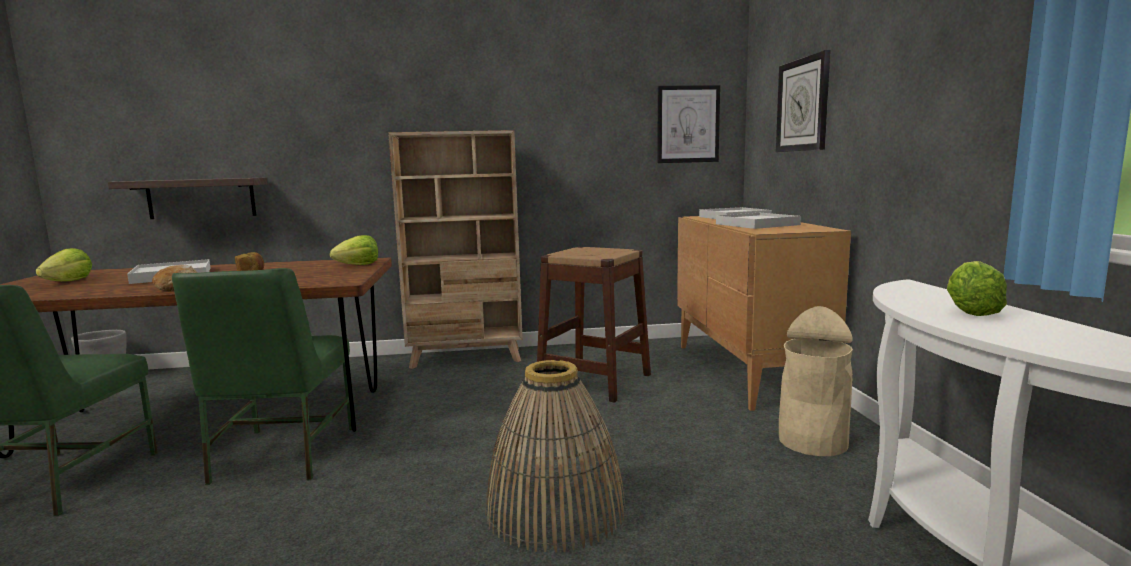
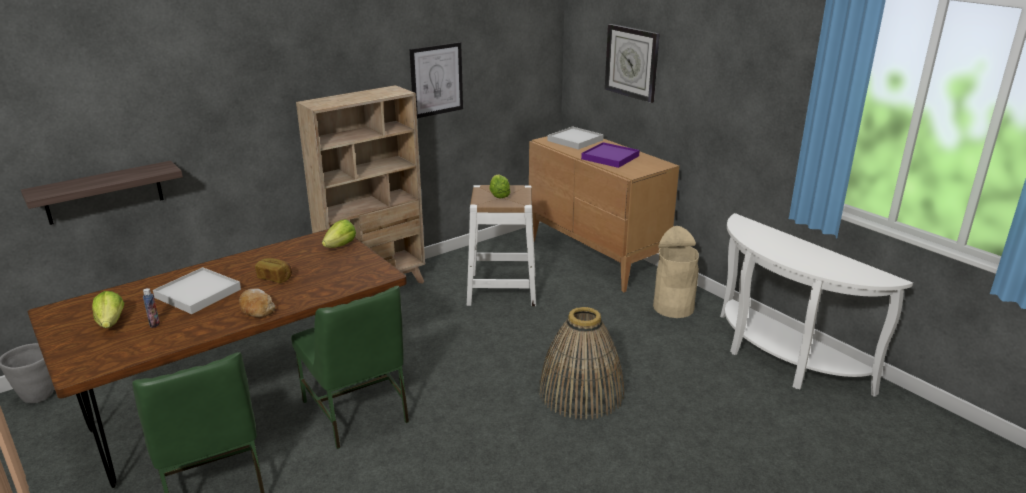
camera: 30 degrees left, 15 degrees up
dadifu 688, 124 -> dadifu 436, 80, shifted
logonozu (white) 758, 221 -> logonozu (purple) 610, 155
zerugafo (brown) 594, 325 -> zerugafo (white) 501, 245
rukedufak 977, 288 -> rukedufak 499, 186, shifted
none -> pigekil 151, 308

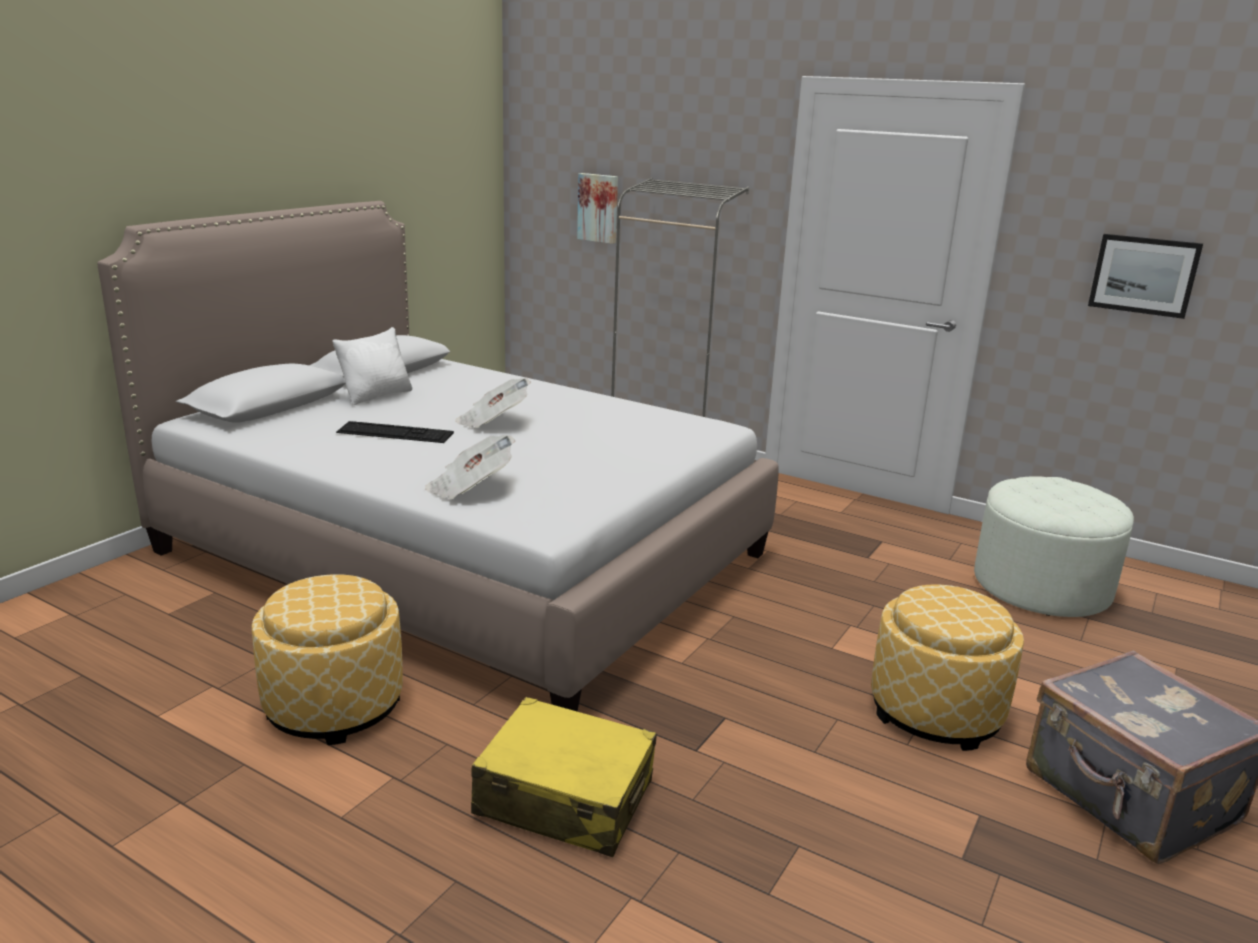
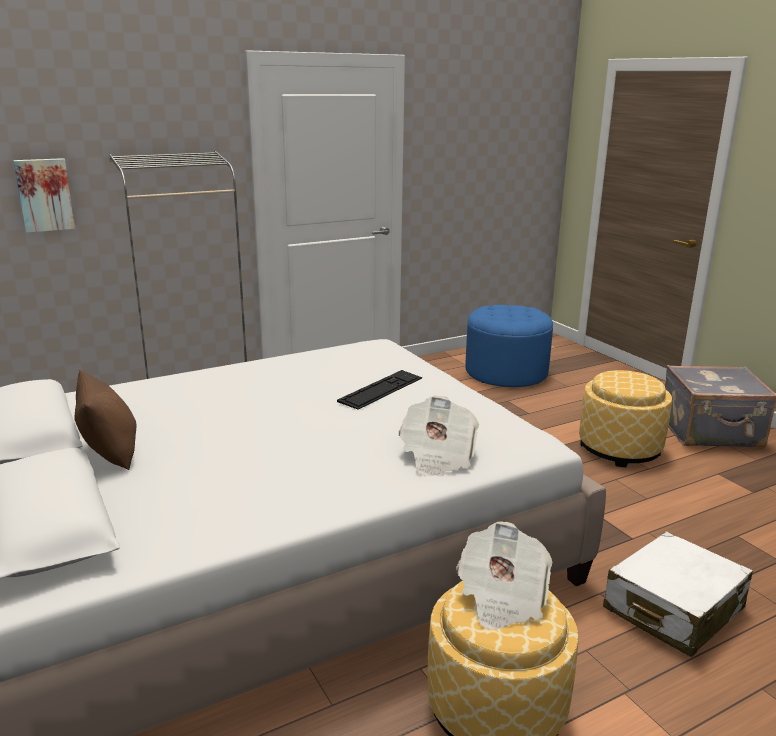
camera: 60 degrees left, 0 degrees up
dadifu 1145, 276 -> none
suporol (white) 372, 366 -> suporol (brown) 105, 420
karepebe 493, 403 -> karepebe 504, 576, shifted
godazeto 395, 432 -> godazeto 379, 390, shifted
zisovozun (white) 1054, 546 -> zisovozun (blue) 509, 346
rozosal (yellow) 563, 777 -> rozosal (white) 678, 594

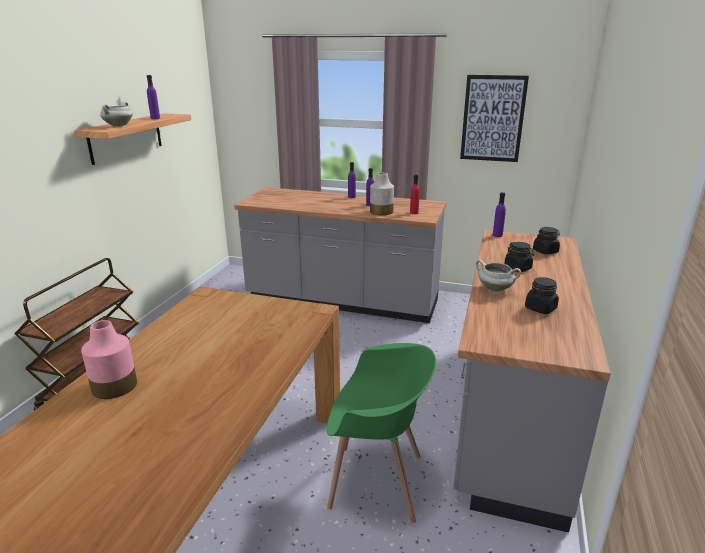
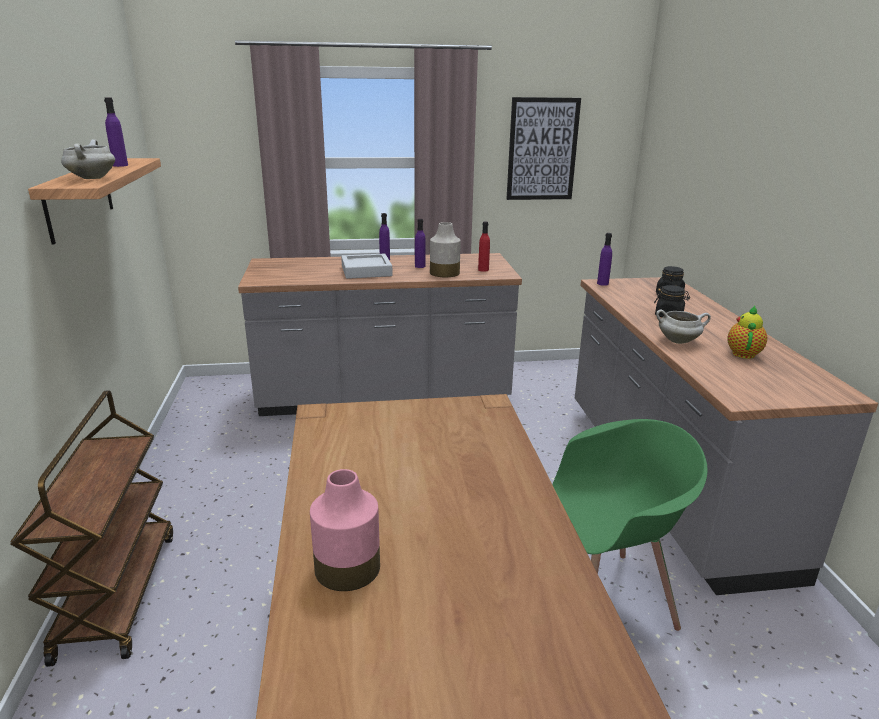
camera: 25 degrees left, 0 degrees up
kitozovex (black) 542, 295 -> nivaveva 747, 332
none -> logonozu (grey) 366, 266

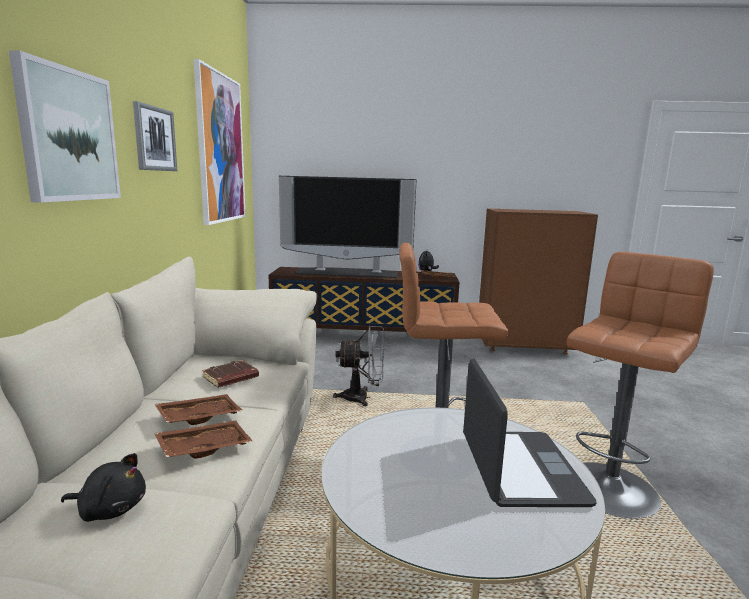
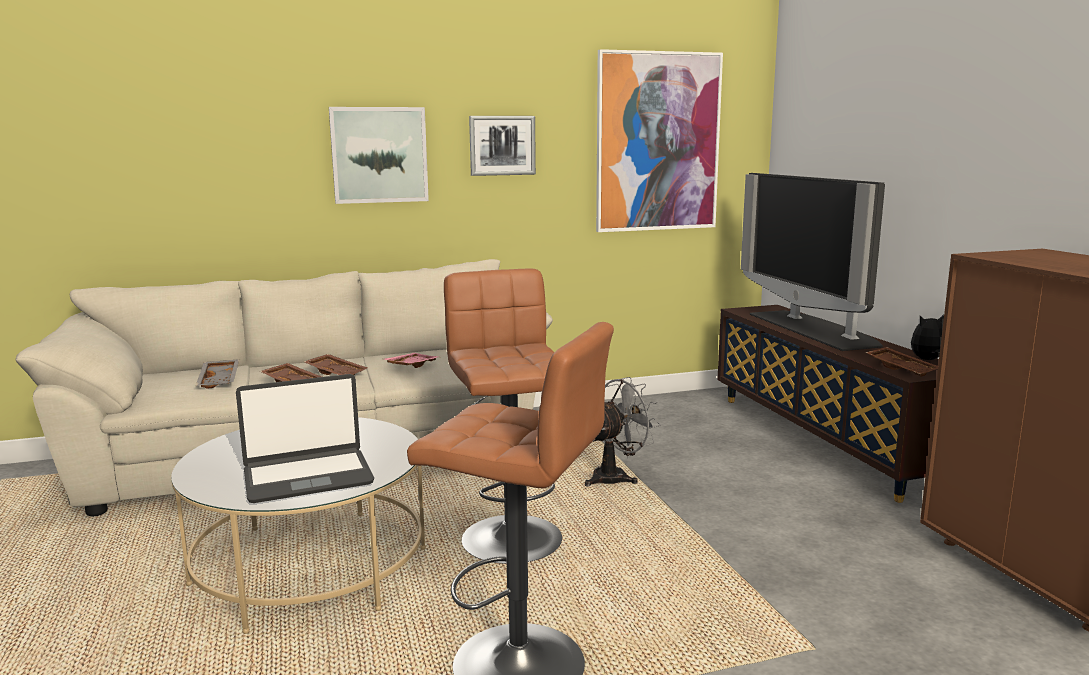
camera: 70 degrees right, 0 degrees up
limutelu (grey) 358, 366 -> limutelu (grey) 623, 432, 105 degrees counterclockwise
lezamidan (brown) 230, 374 -> logonozu (pink) 411, 360
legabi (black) 103, 487 -> logonozu (grey) 217, 374

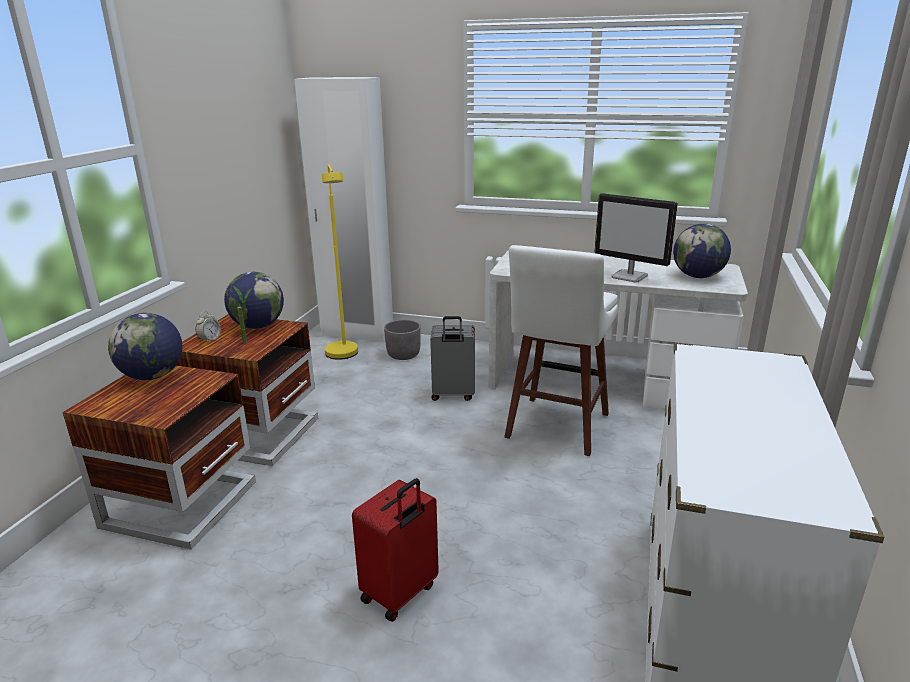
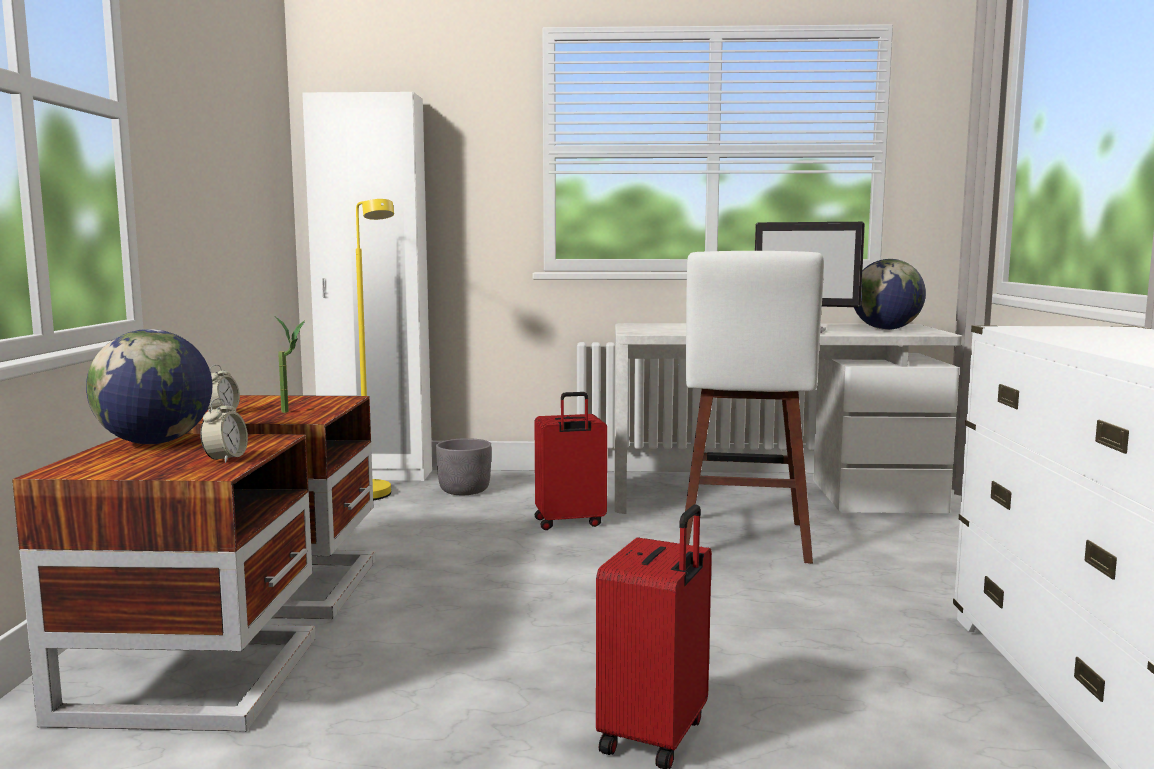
camera: 15 degrees left, 15 degrees down
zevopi 254, 300 -> none
rozosal (grey) 452, 358 -> rozosal (red) 570, 461
none -> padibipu 224, 430

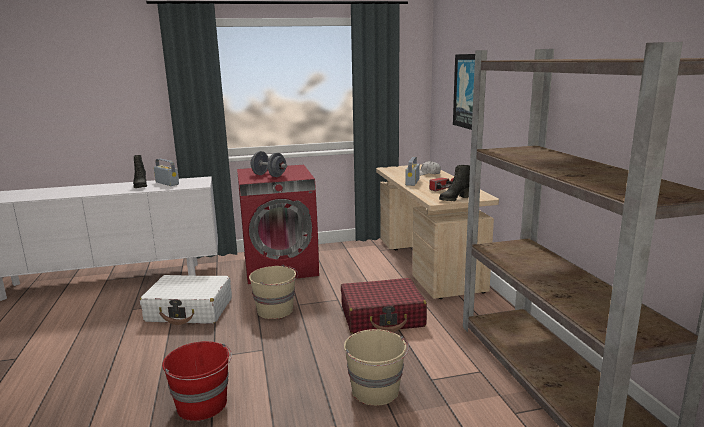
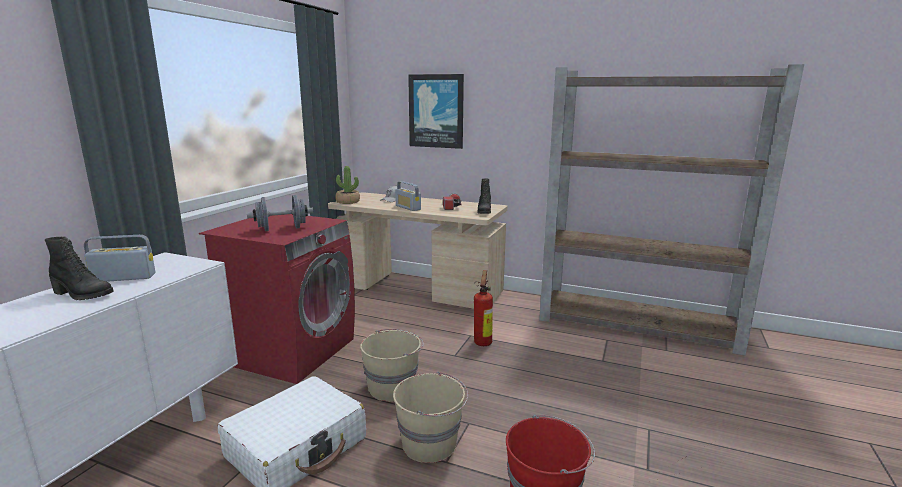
camera: 55 degrees left, 0 degrees up
rozosal (red) 384, 306 -> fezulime 483, 308
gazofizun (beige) 376, 367 -> gazofizun (beige) 430, 417, shifted
none -> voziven 347, 185

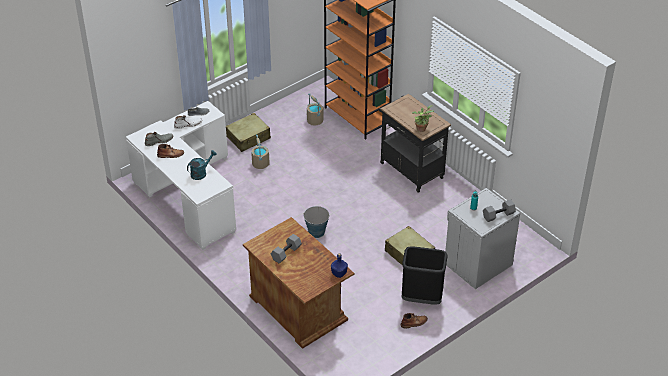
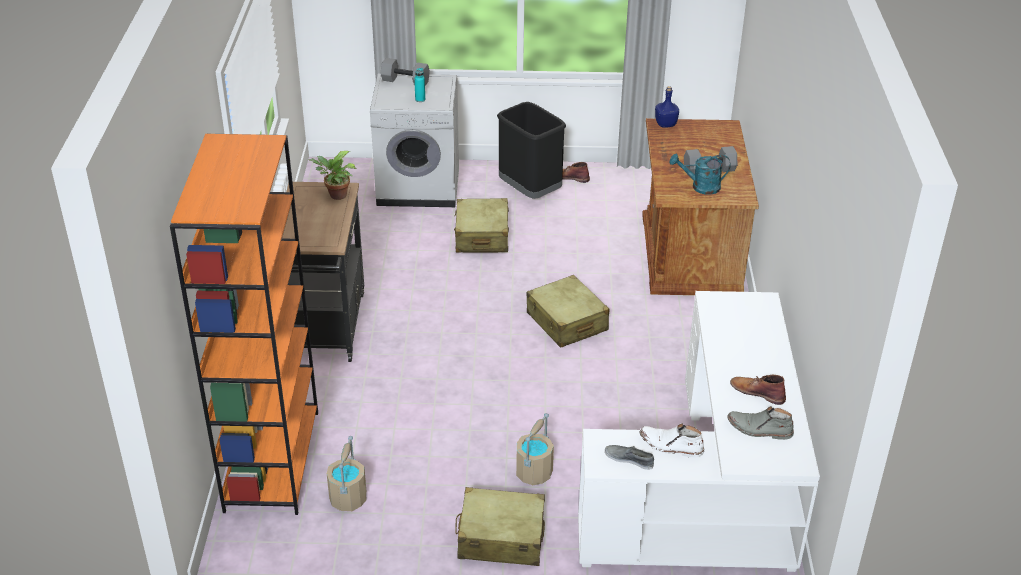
camera: 140 degrees left, 5 degrees down
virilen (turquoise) 202, 165 -> virilen (turquoise) 700, 174, shifted
gazofizun 317, 222 -> rozosal (beige) 568, 311

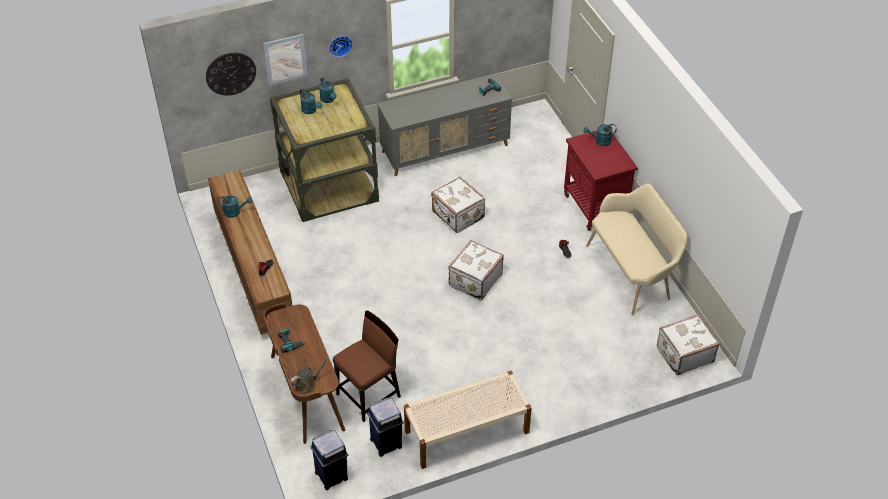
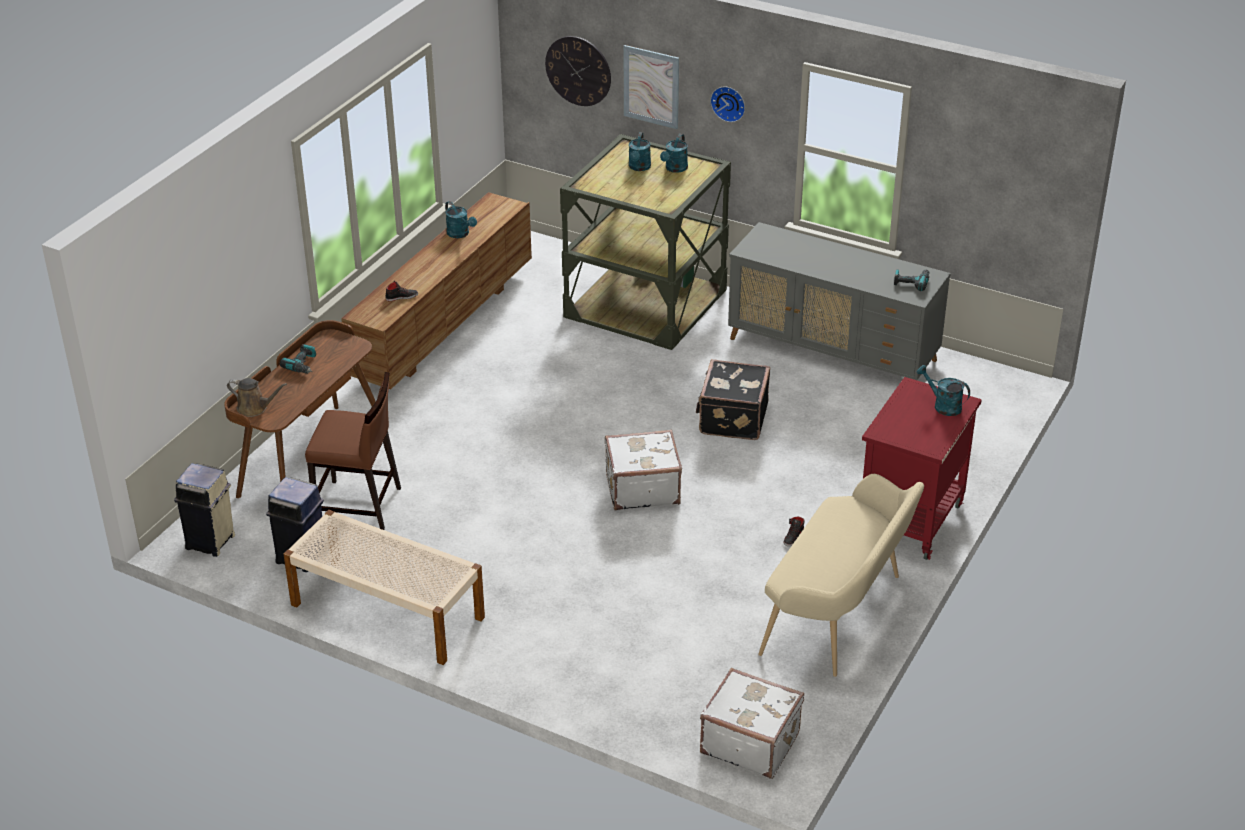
camera: 50 degrees right, 10 degrees down
rozosal (white) 458, 205 -> rozosal (black) 733, 399
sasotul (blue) 329, 460 -> sasotul (beige) 204, 510

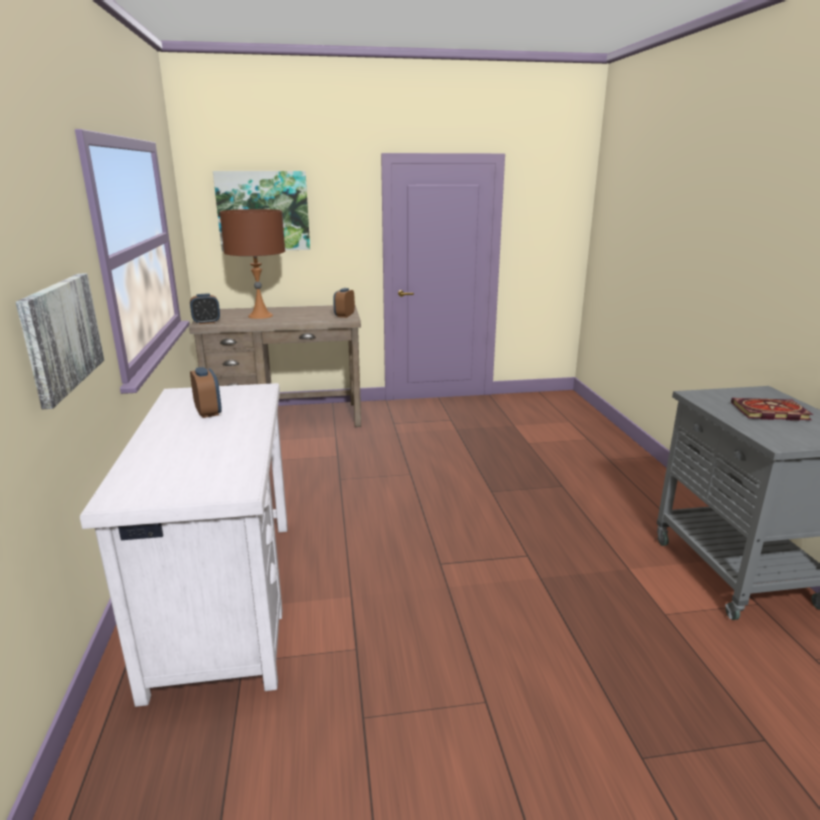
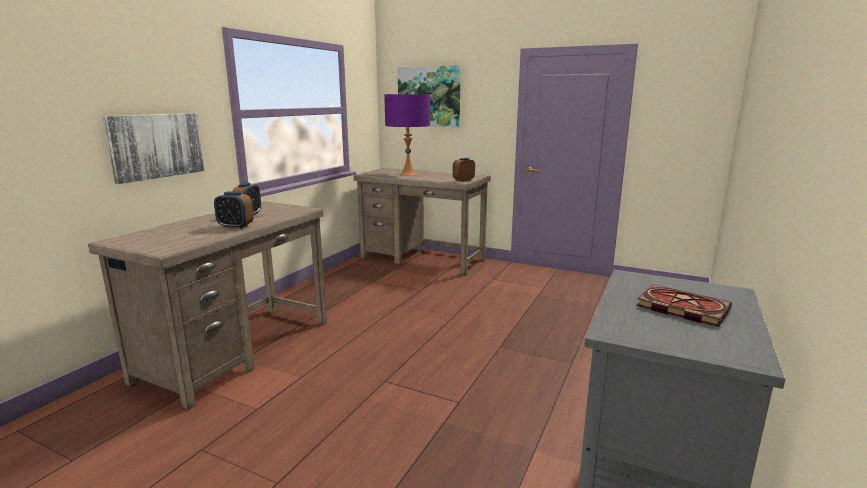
camera: 35 degrees right, 5 degrees down
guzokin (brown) 252, 264 -> guzokin (purple) 407, 135
padibipu 205, 308 -> padibipu 234, 210, shifted
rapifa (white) 184, 545 -> rapifa (brown) 207, 305

